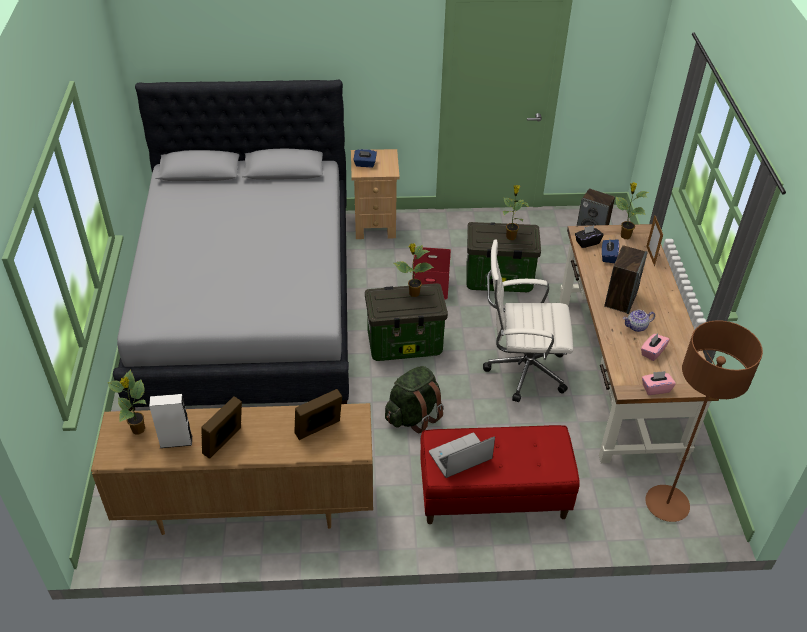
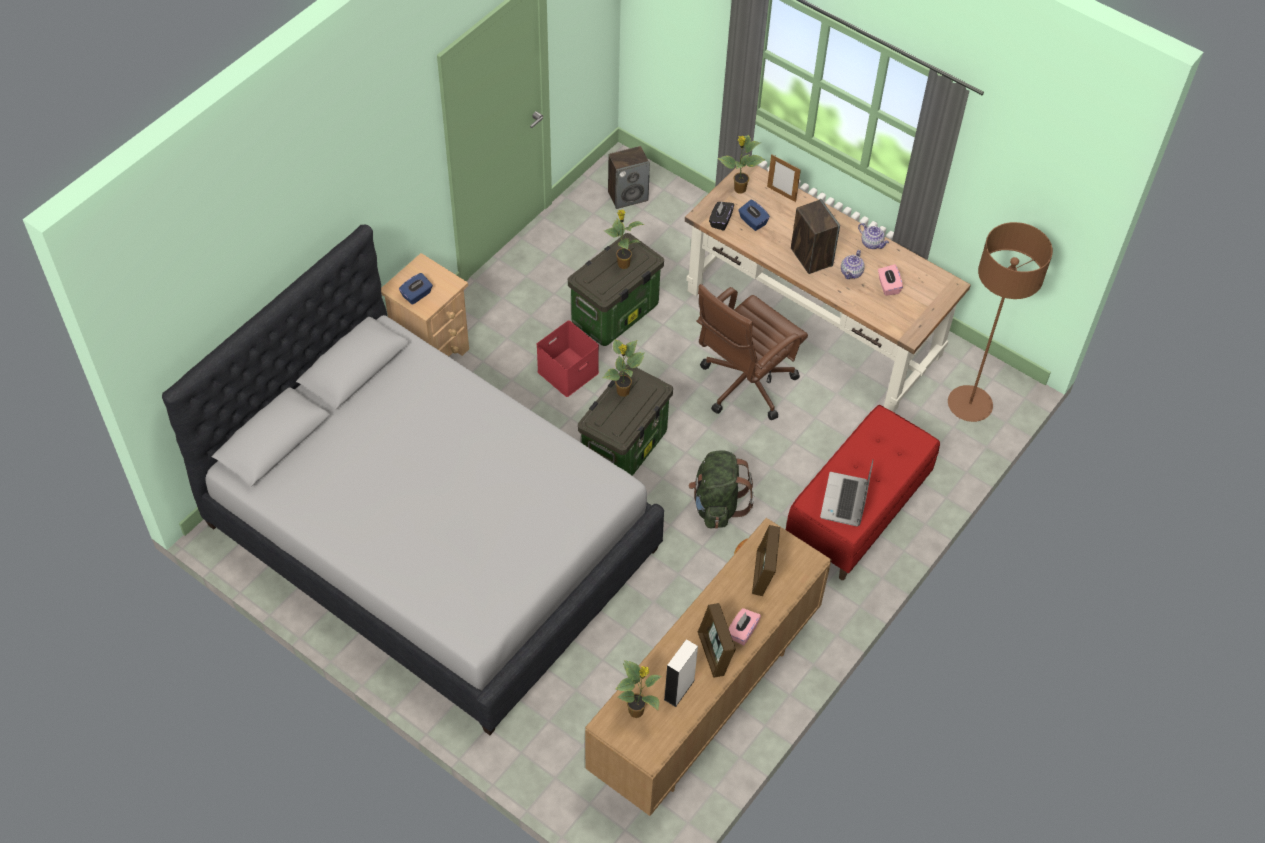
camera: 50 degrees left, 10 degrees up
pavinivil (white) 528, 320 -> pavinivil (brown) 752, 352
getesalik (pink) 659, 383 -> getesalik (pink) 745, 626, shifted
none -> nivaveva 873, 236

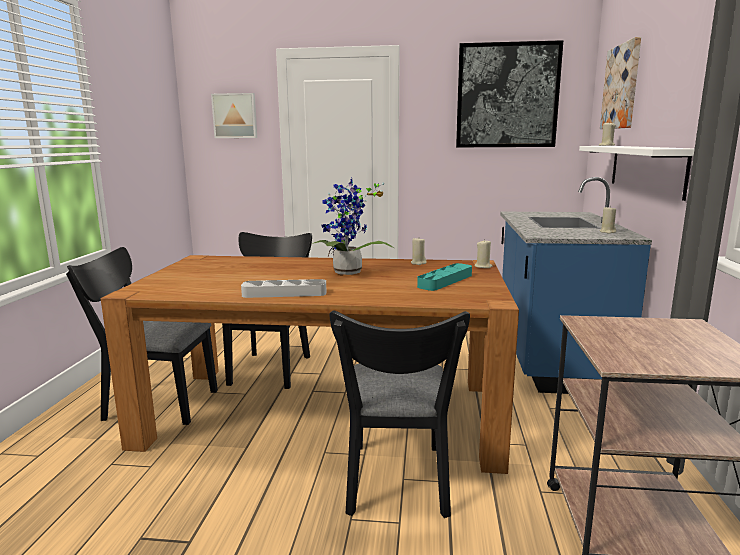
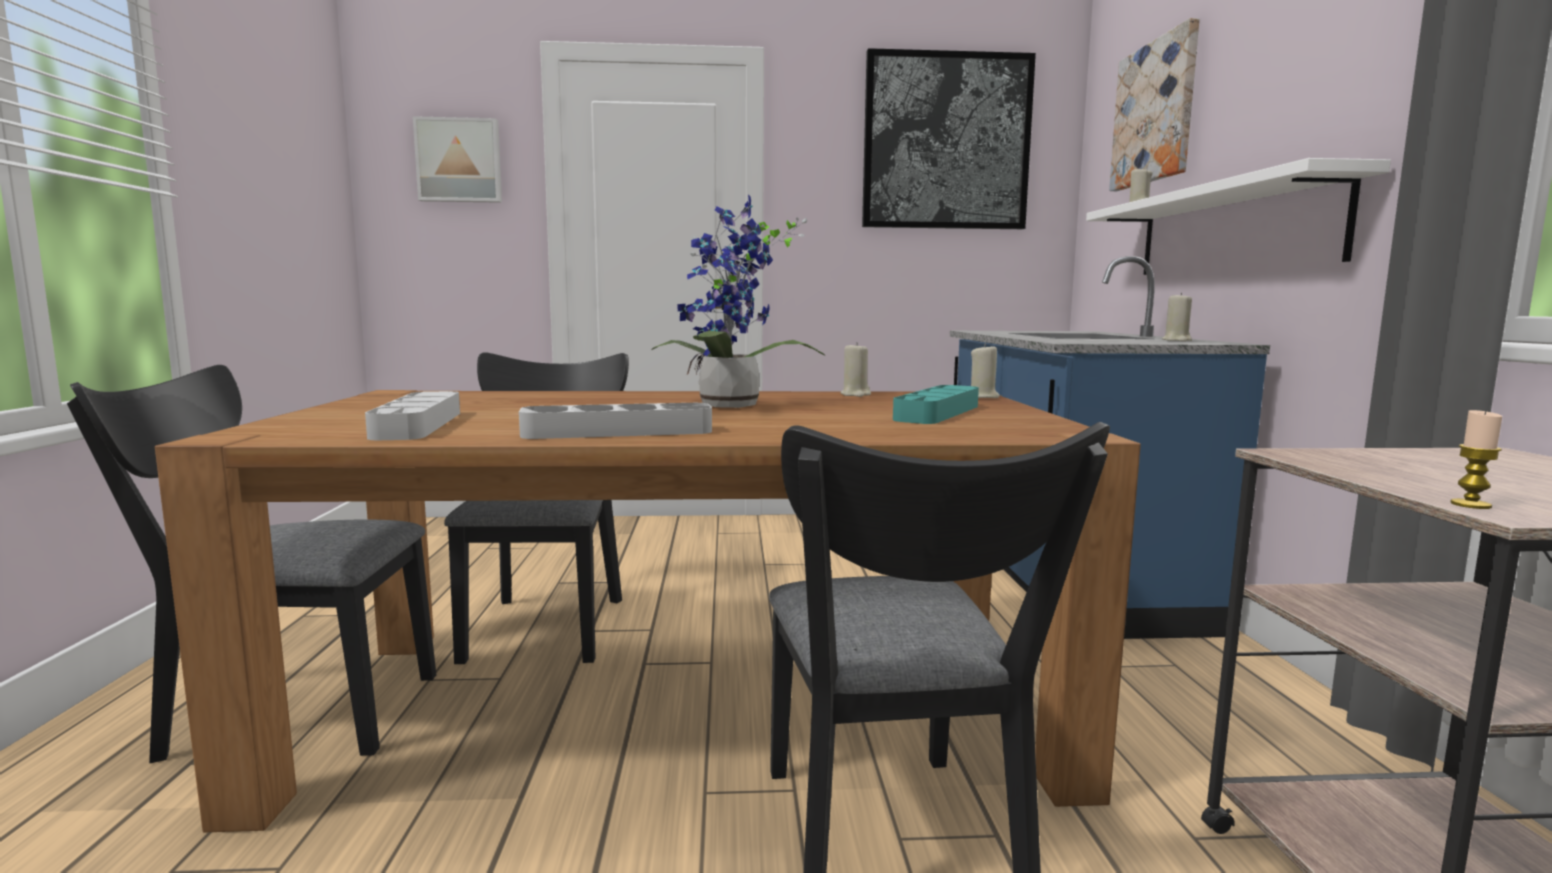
camera: 10 degrees left, 5 degrees down
none -> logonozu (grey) 412, 415
none -> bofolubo 1476, 459

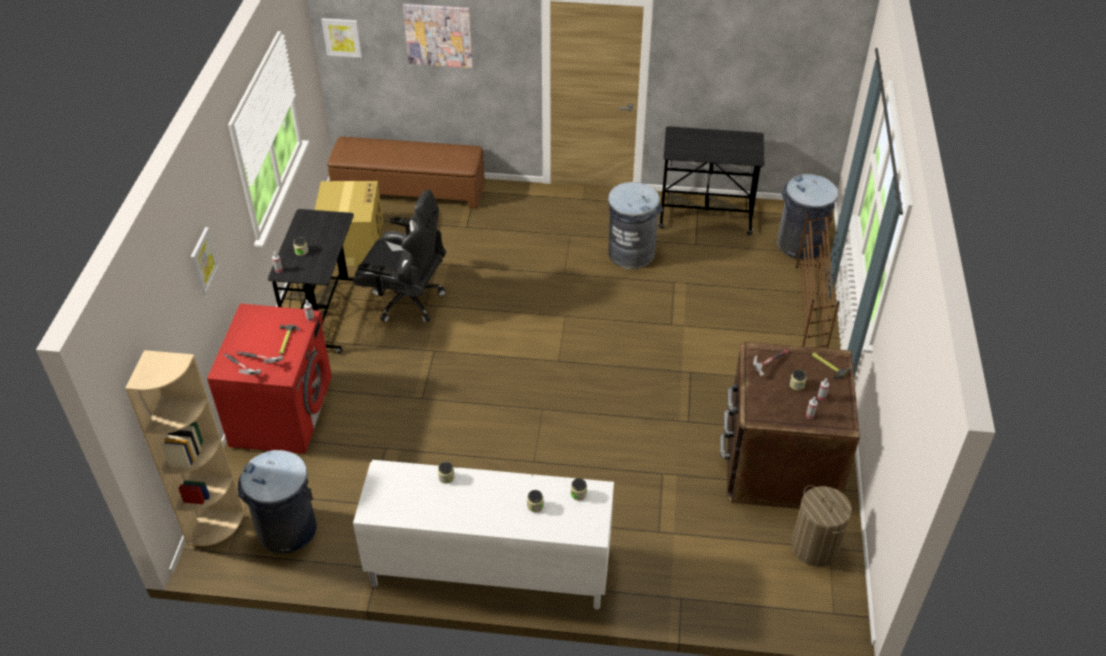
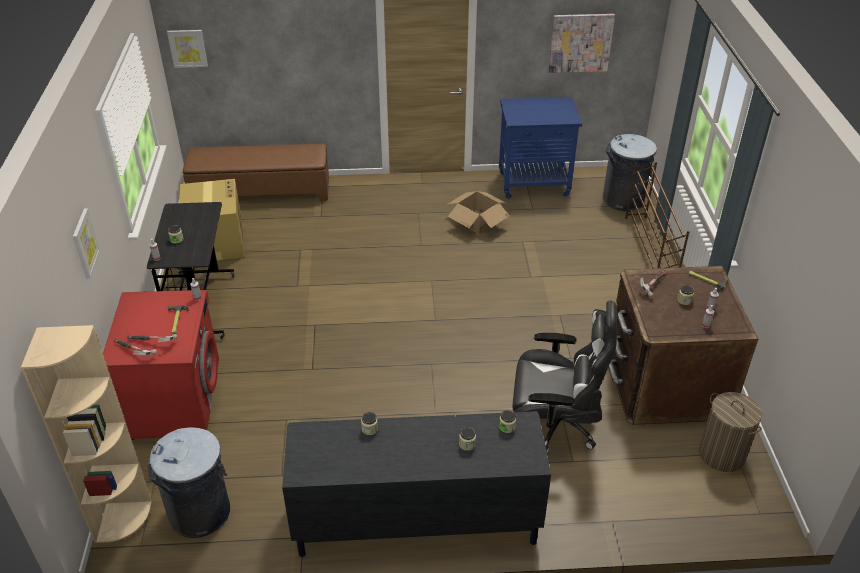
camera: 10 degrees left, 5 degrees down
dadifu 438, 36 -> dadifu 582, 43, shifted
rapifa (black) 711, 180 -> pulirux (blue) 540, 148
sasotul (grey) 635, 225 -> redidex 479, 212
pavinivil (black) 399, 256 -> pavinivil (black) 565, 376, shifted
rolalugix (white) 483, 535 -> rolalugix (black) 416, 484

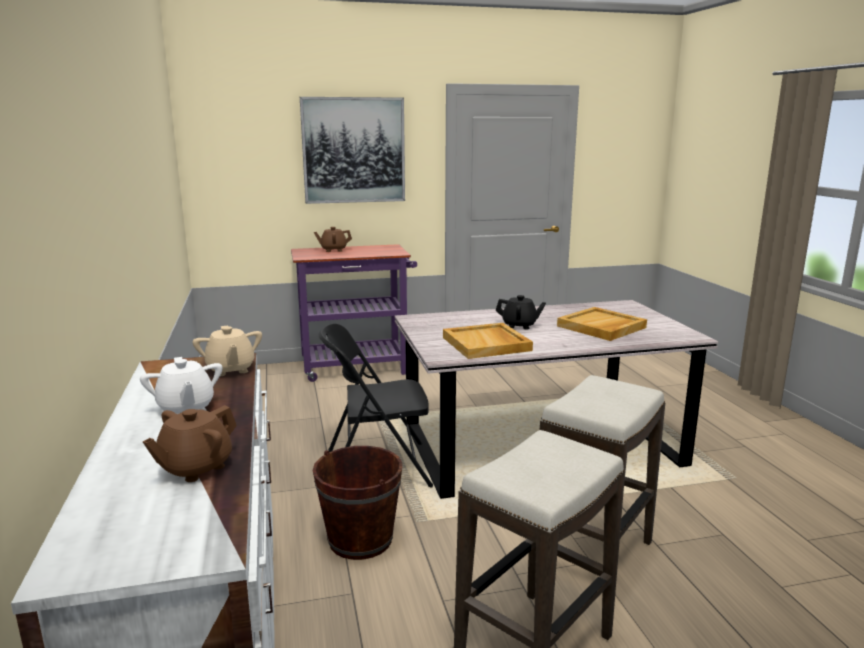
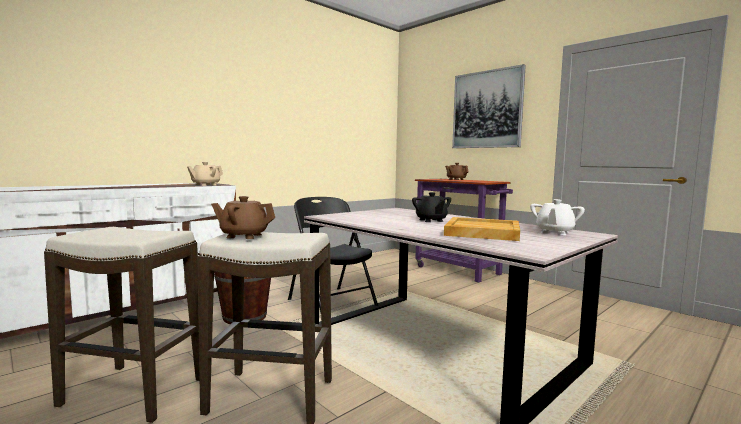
camera: 60 degrees right, 10 degrees down
logonozu (beige) 488, 341 -> none
nivaveva (white) 181, 385 -> nivaveva (white) 557, 217, shifted
nivaveva (brown) 190, 443 -> nivaveva (brown) 243, 217, shifted

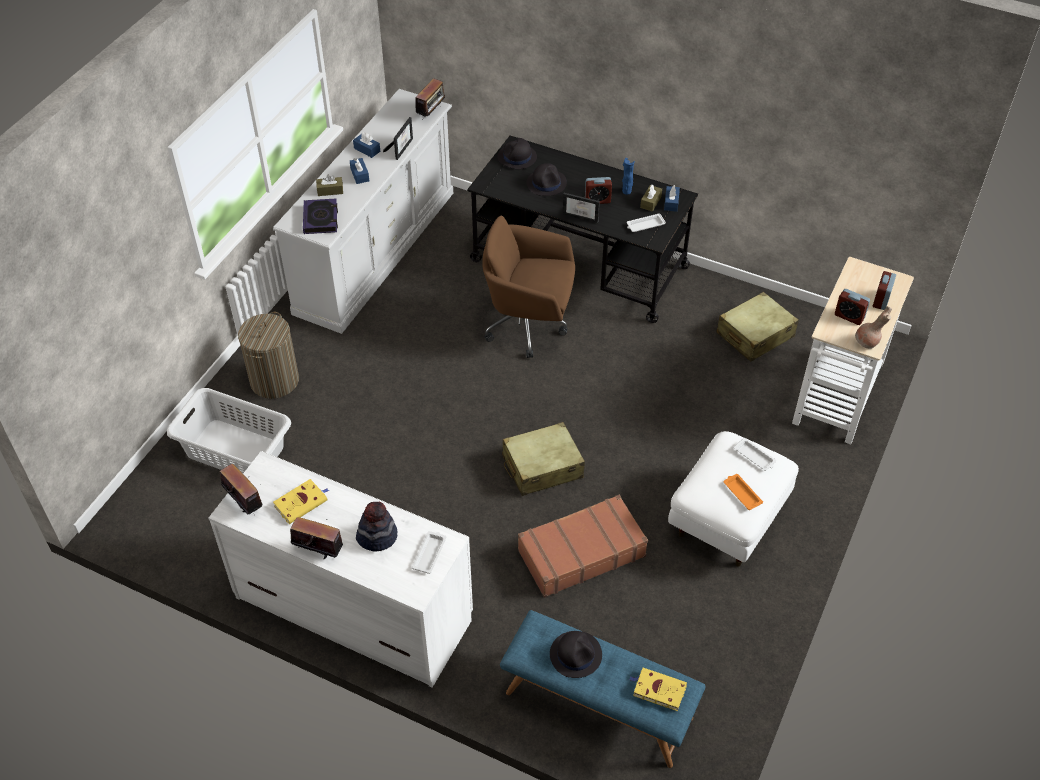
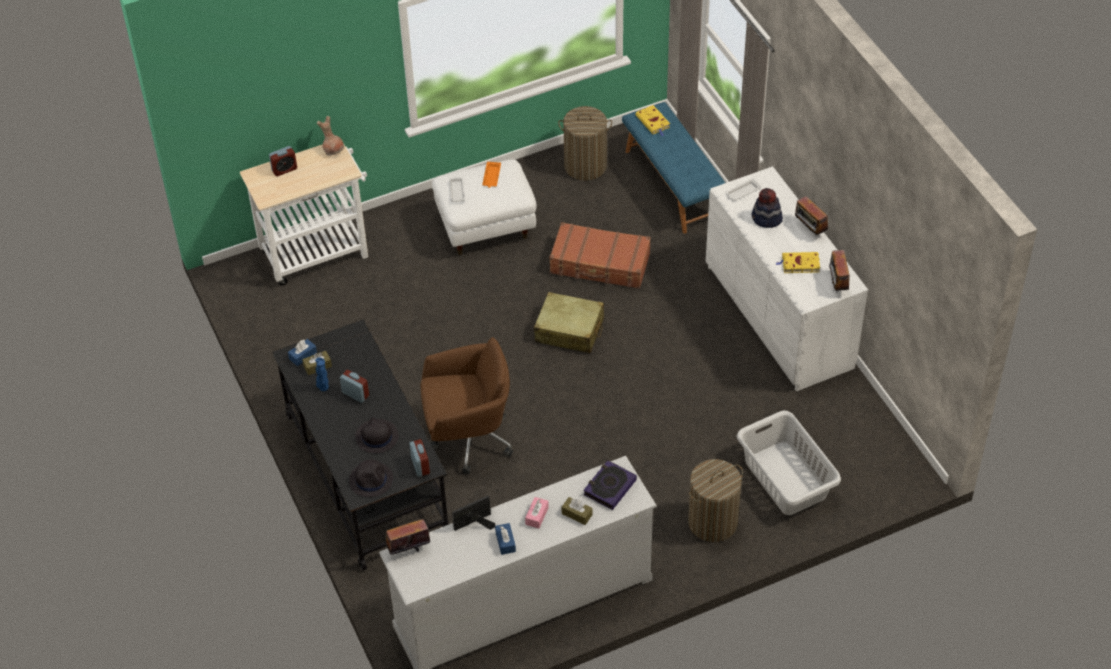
camera: 140 degrees left, 0 degrees up
getesalik (blue) 359, 171 -> getesalik (pink) 537, 513
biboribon 581, 208 -> none
logonozu (white) 646, 222 -> none
pavinivil (brown) 528, 287 -> pavinivil (brown) 467, 405, 60 degrees counterclockwise
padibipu 852, 307 -> padibipu 419, 458, shifted
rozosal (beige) 758, 327 -> none
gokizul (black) 576, 654 -> none
none -> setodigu 585, 143

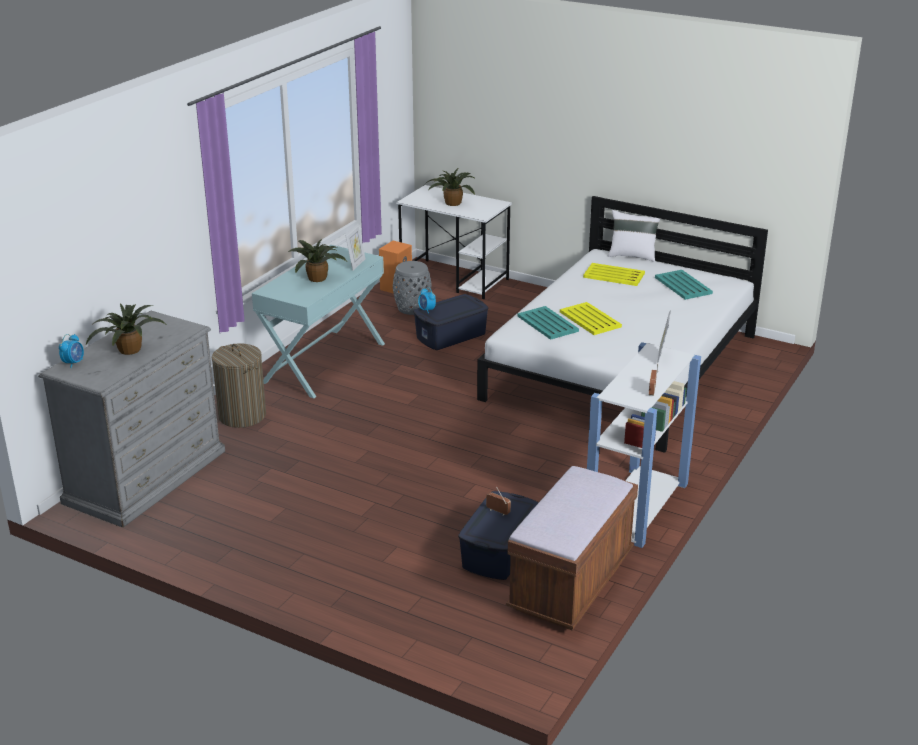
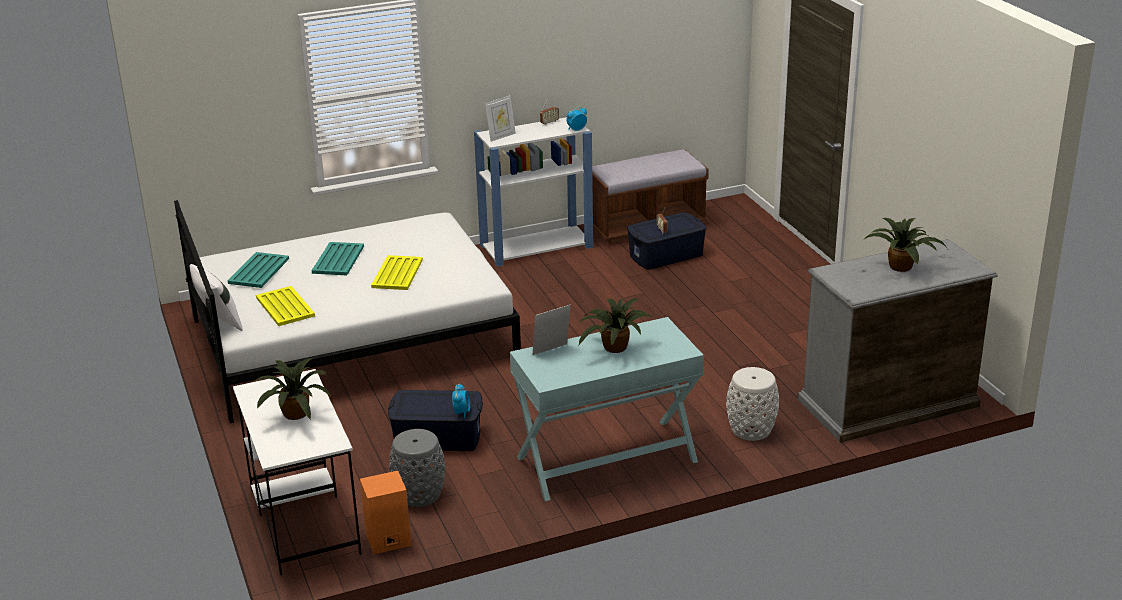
camera: 140 degrees left, 0 degrees up
logonozu (turquoise) 548, 323 -> logonozu (turquoise) 338, 258, shifted
padibipu 71, 351 -> padibipu 576, 119, shifted
setodigu 239, 386 -> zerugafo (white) 752, 404

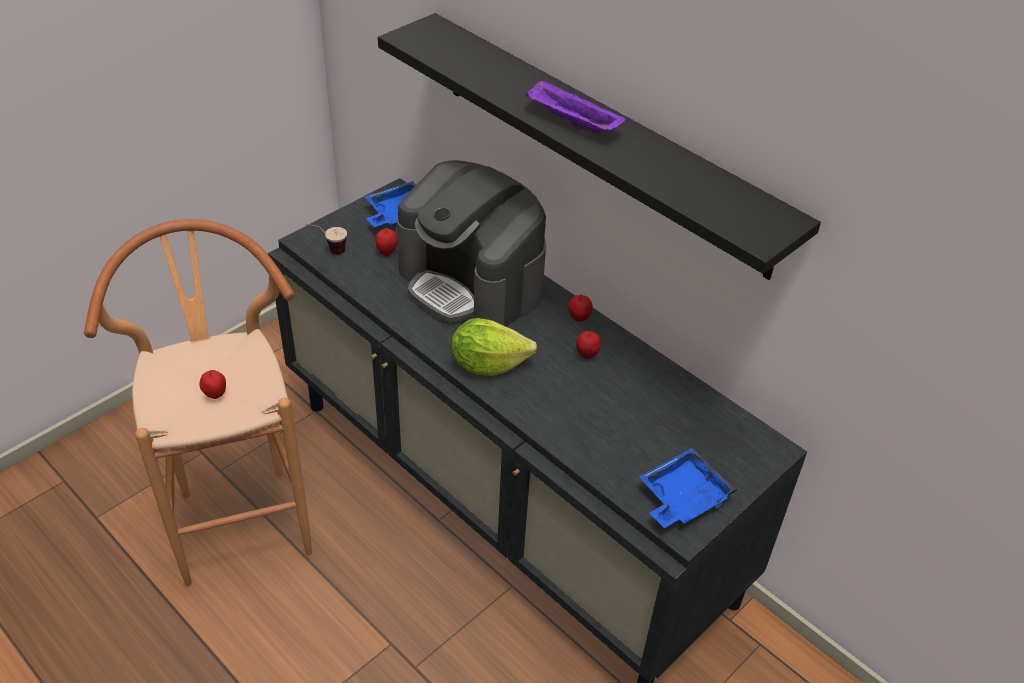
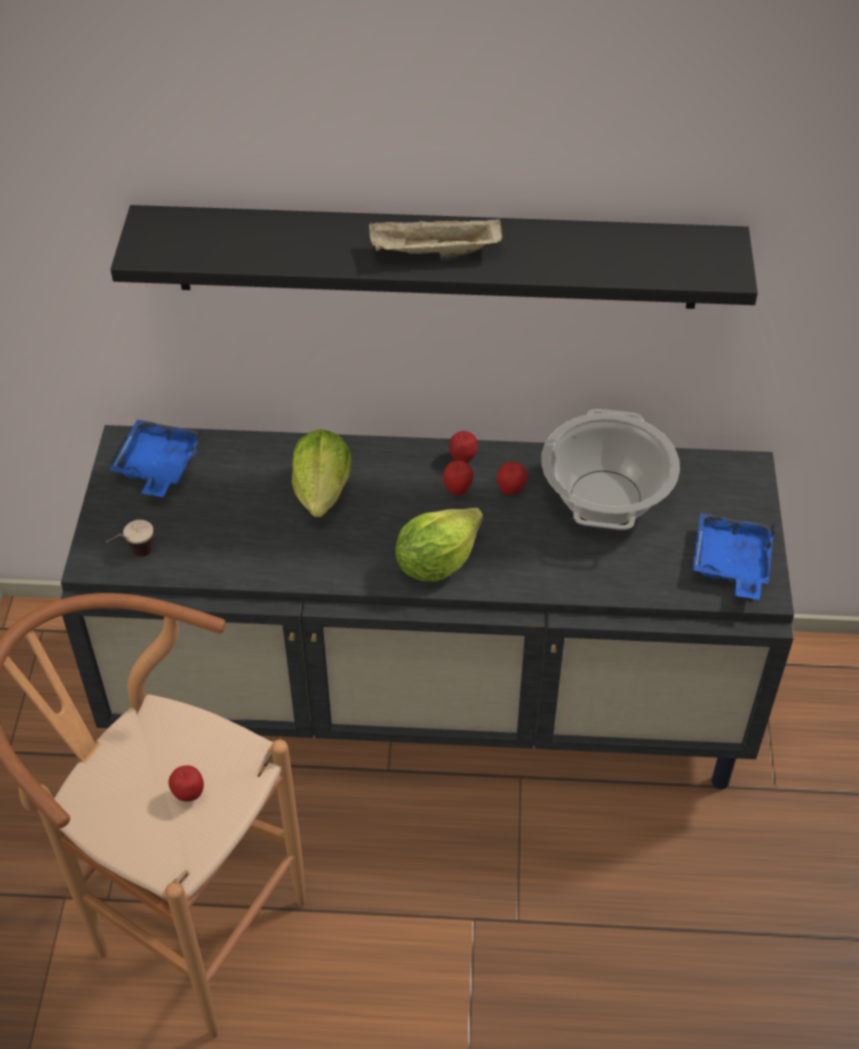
camera: 40 degrees left, 5 degrees up
logonozu (purple) 575, 106 -> logonozu (beige) 435, 238
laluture 471, 243 -> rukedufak 322, 473
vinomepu 387, 242 -> vinomepu 458, 478, shifted
none -> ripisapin 610, 469

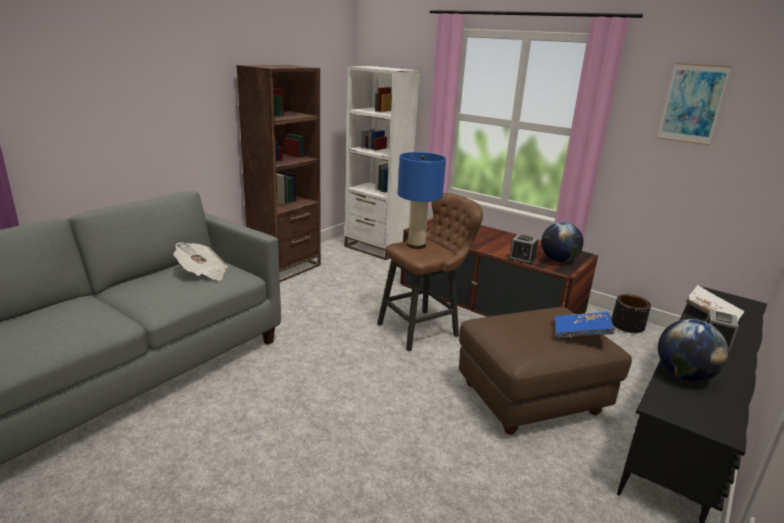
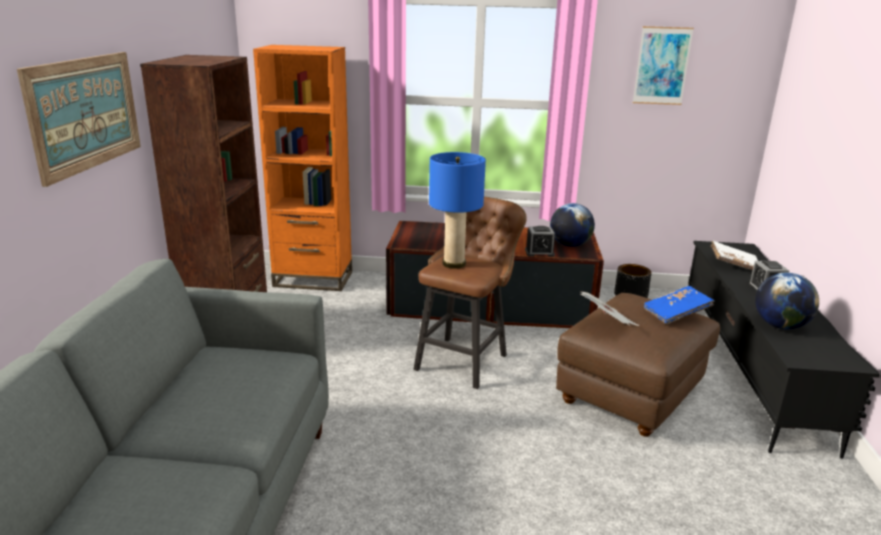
camera: 30 degrees left, 0 degrees up
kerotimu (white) 382, 163 -> kerotimu (orange) 302, 168
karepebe 200, 261 -> karepebe 610, 309, shifted
none -> dadifu 79, 119

